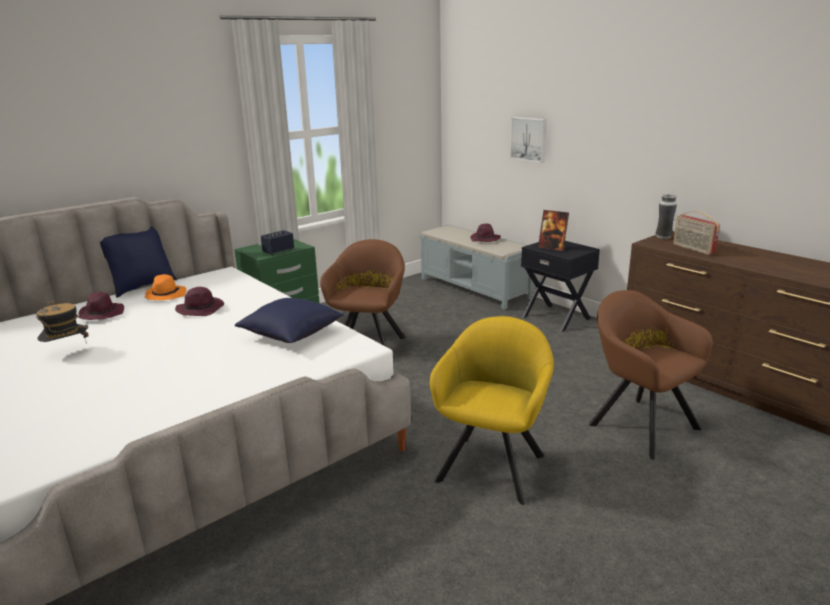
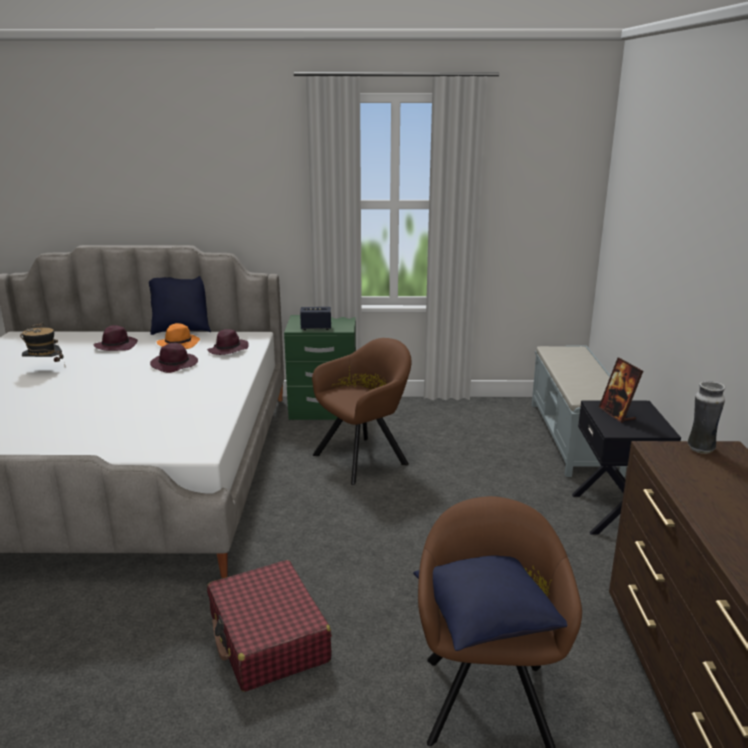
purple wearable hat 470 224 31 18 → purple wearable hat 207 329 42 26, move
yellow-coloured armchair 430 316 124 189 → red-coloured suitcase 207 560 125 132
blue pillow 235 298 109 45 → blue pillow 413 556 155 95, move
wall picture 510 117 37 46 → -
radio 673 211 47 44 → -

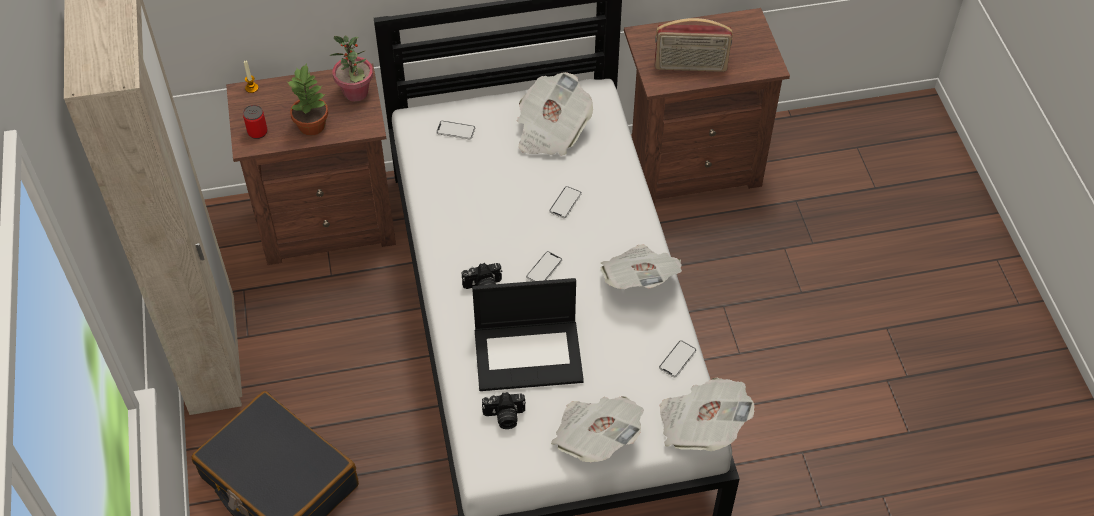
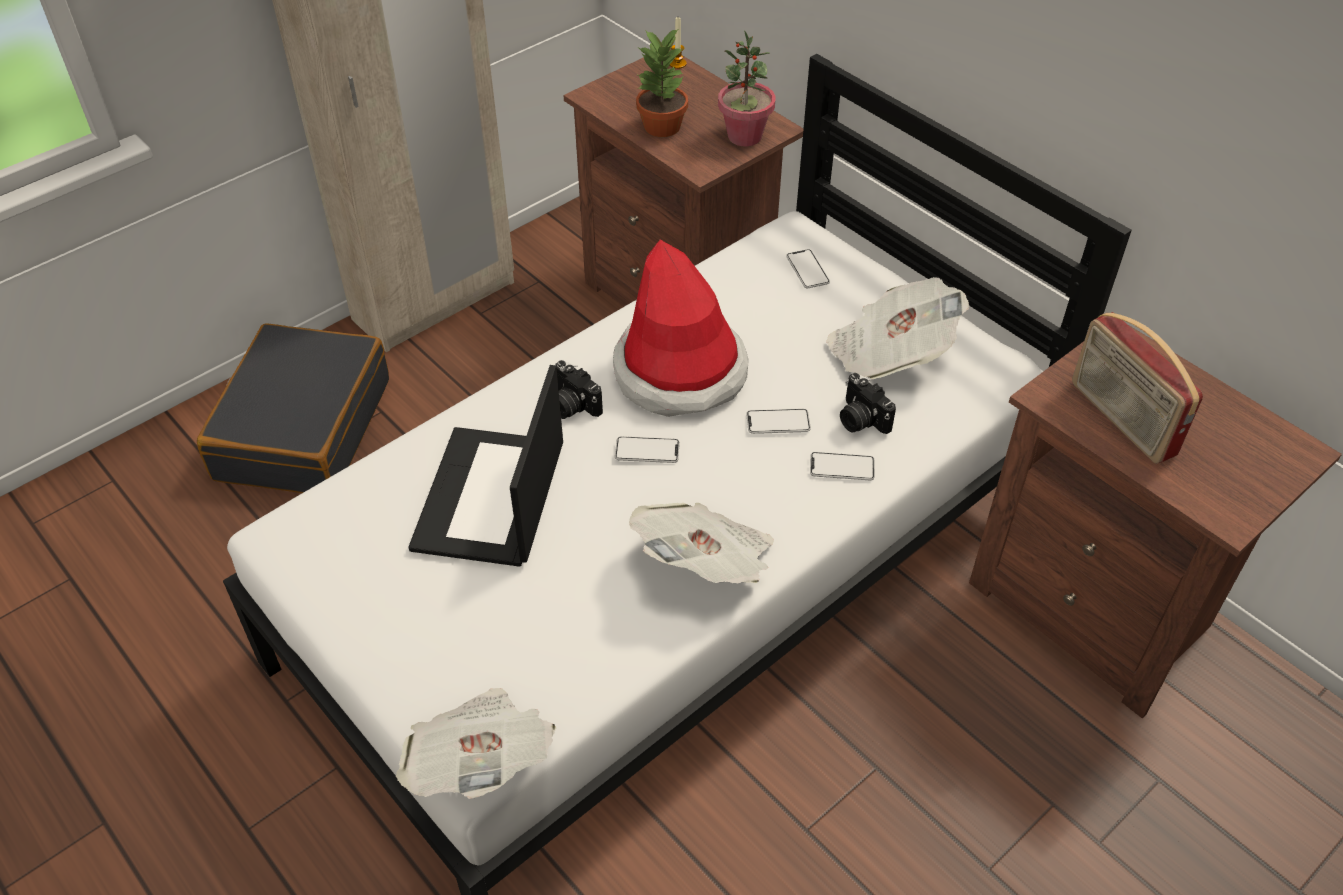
portable computer 472 278 112 113 → portable computer 409 365 154 202, 45 degrees clockwise
- → wearable hat 613 240 135 177
handset 659 340 37 37 → handset 810 452 65 28, move
photo camera 482 392 44 37 → photo camera 840 373 56 61, move
metal can 243 105 24 34 → -
newspaper 551 396 93 66 → -

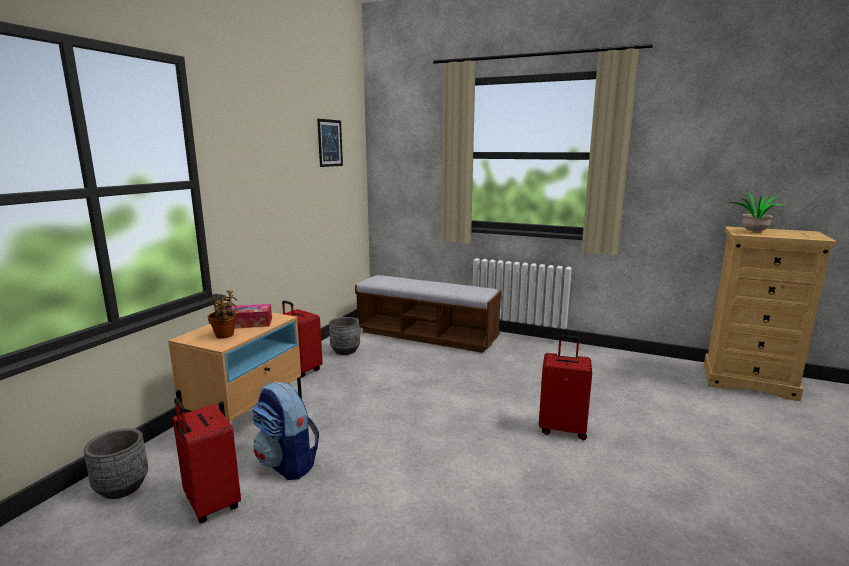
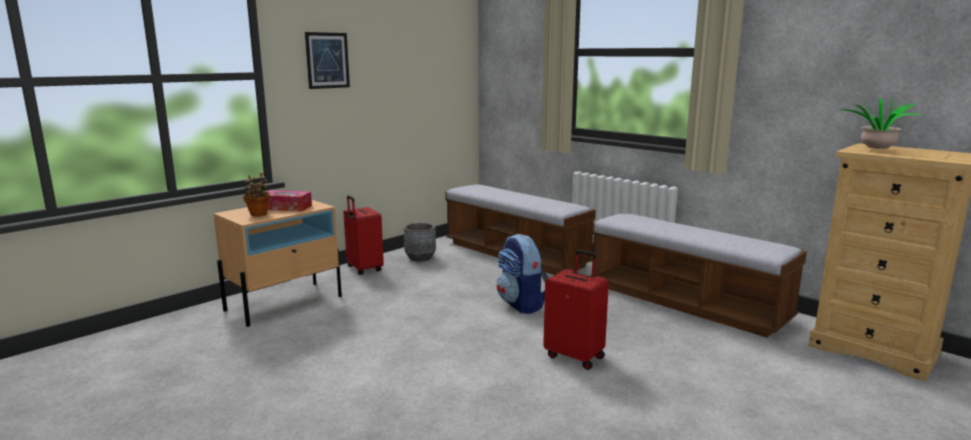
wall picture 317 119 26 48 → wall picture 305 32 45 57, move
rucksack 252 382 67 98 → rucksack 497 234 51 80, move
- → long seat 590 213 217 125
gray planter 83 428 65 71 → -
red-coloured suitcase 172 397 69 126 → -

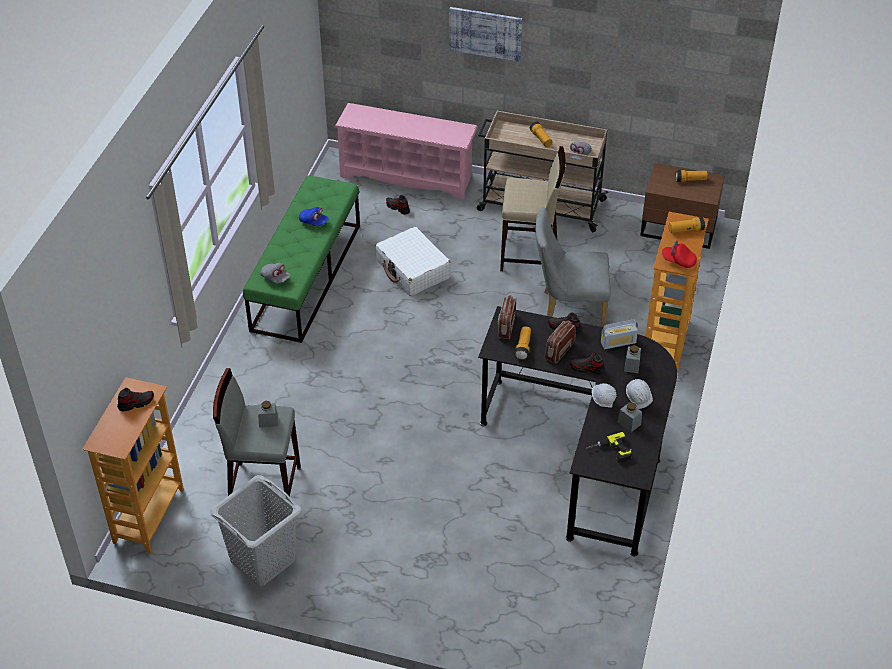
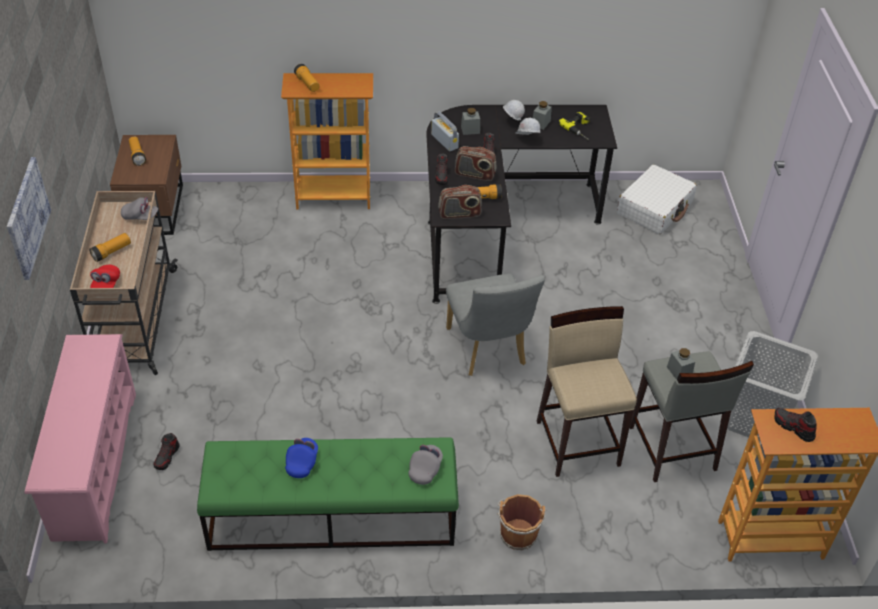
red-coloured baseball cap 662 241 35 27 → red-coloured baseball cap 90 265 30 23, move
gray chair 535 207 76 120 → gray chair 446 273 99 103, move
- → brown-coloured pail 498 494 49 56
beige-coloured stool 500 146 66 125 → beige-coloured stool 537 306 100 171, move
white suitcase 375 227 76 69 → white suitcase 617 164 80 70, move

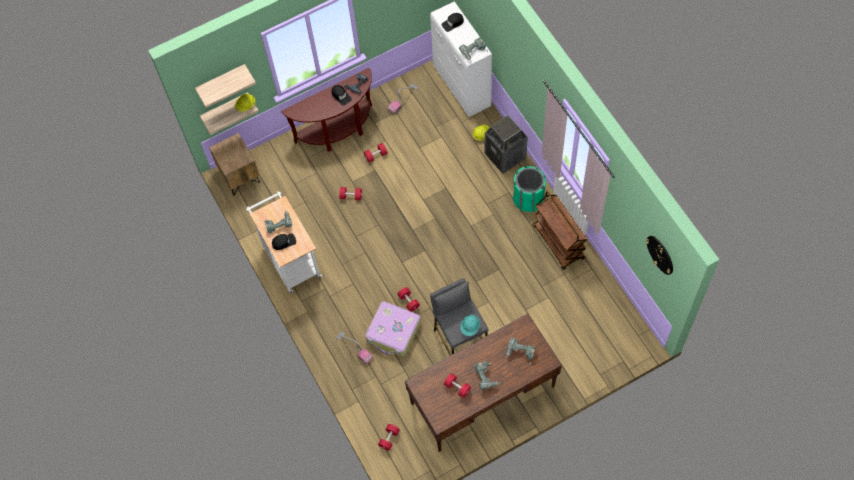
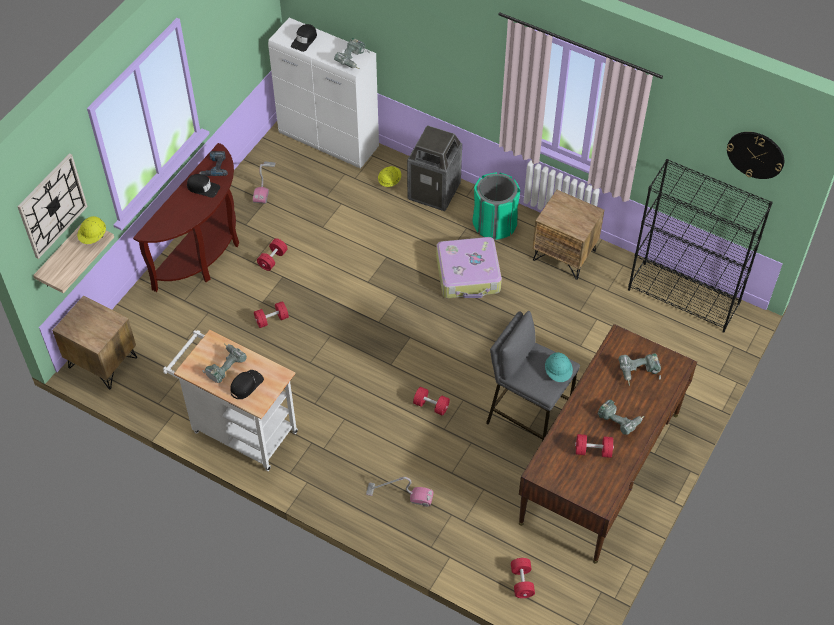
wall shelf 195 64 61 44 → hanging clock 17 153 71 106
suitcase 365 301 56 56 → suitcase 436 237 66 61, move
brown-coloured trolley 532 191 56 79 → brown-coloured bedside table 532 190 72 90
- → black shelving unit 628 159 145 174

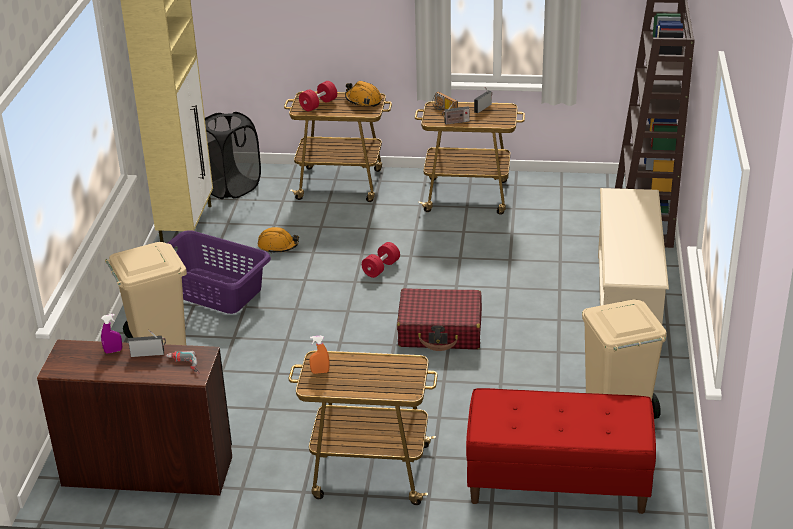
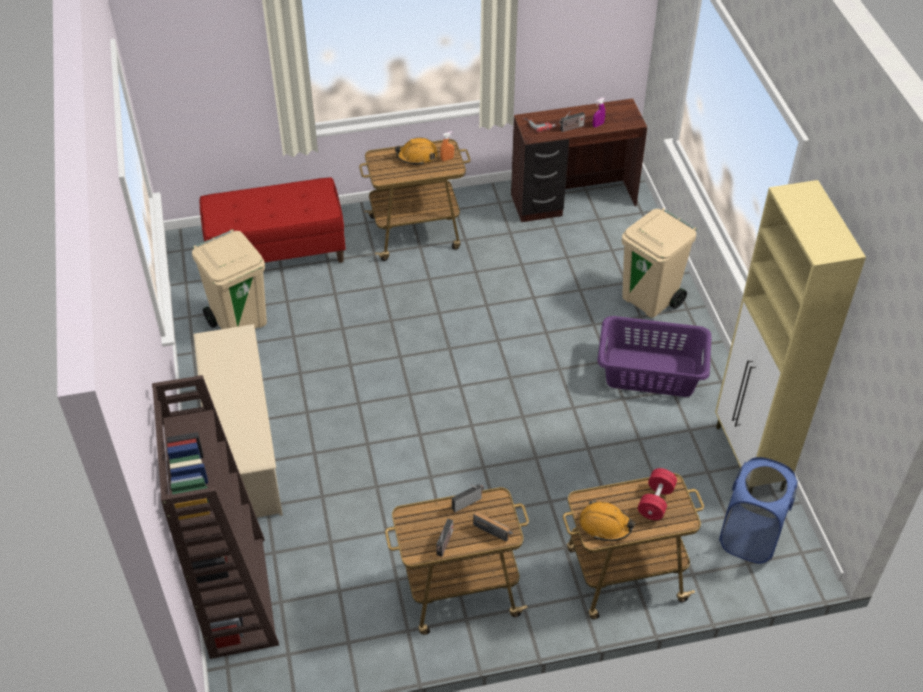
orange-coloured safety helmet 258 227 41 27 → orange-coloured safety helmet 395 138 43 27, move
black hamper 205 112 56 87 → blue hamper 719 457 79 107
red-coloured hand weight 361 242 39 36 → -
red-coloured suitcase 397 288 85 63 → -

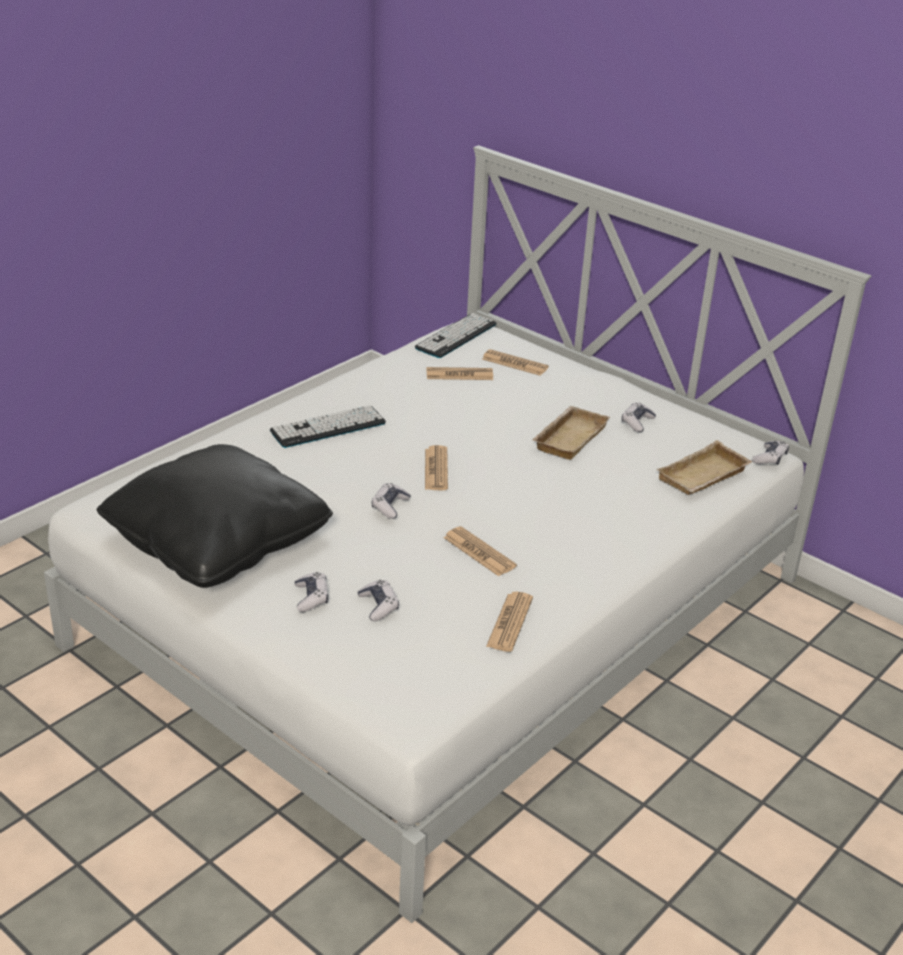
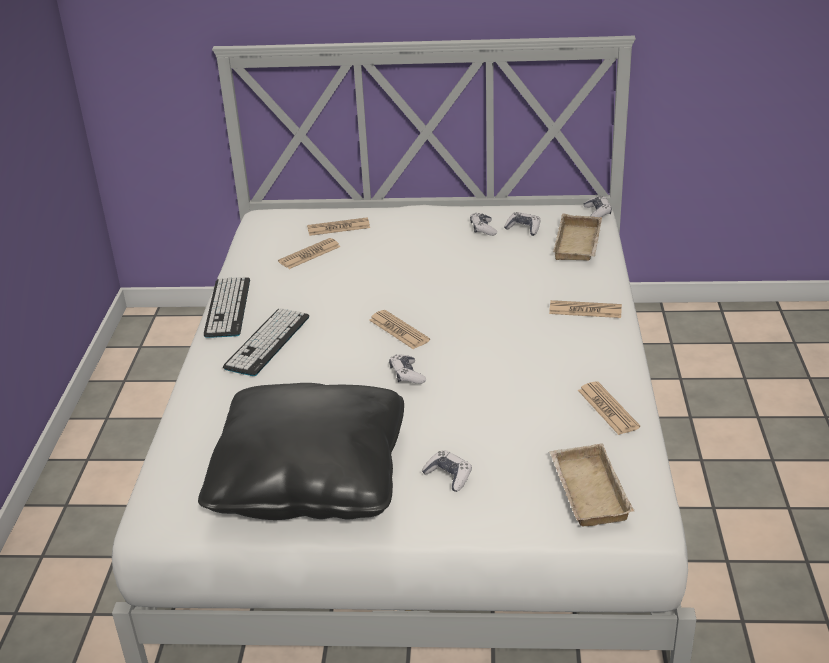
keyboard 415 313 82 45 → keyboard 204 277 46 61, move
game controller 357 580 42 41 → game controller 504 212 36 24, move
newspaper 444 526 73 50 → newspaper 549 300 73 18, move
beige-coloured carrying tray 532 406 78 54 → beige-coloured carrying tray 550 443 84 83, move

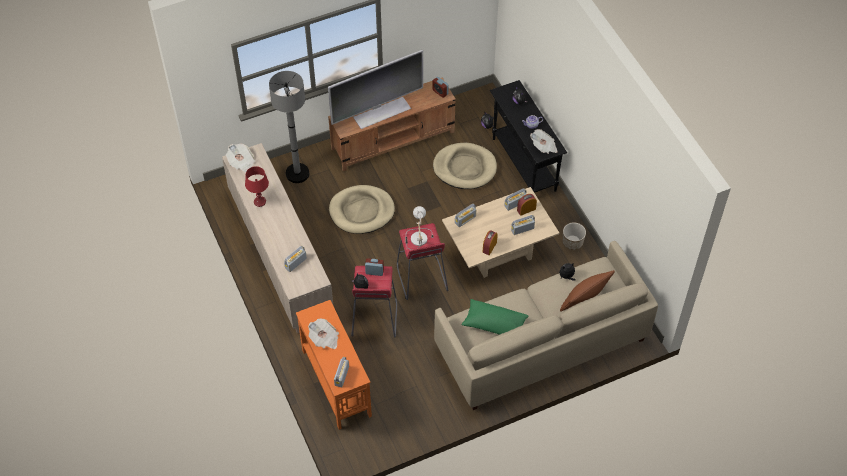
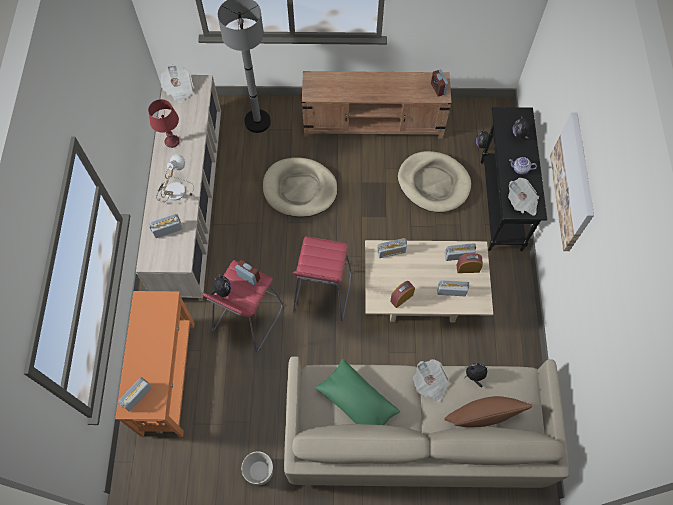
tabletop lamp 405 206 29 44 → tabletop lamp 156 154 38 48, move
planter 563 223 23 27 → planter 241 451 32 34, move
newspaper 308 319 31 30 → newspaper 413 359 37 44, move
- → wall picture 550 112 44 139
TV 328 50 95 79 → -

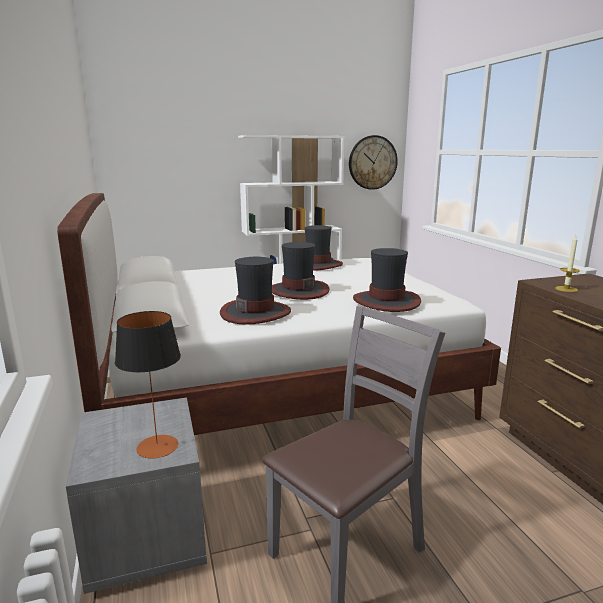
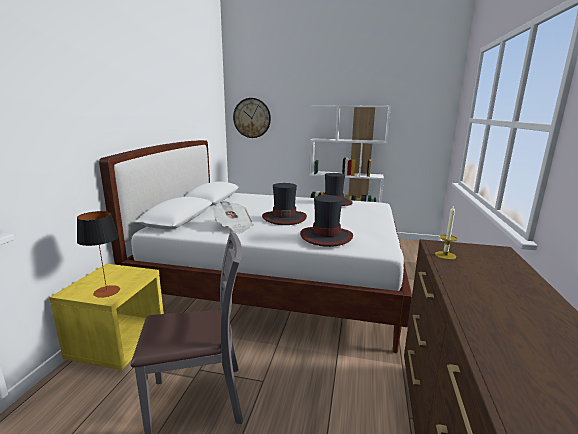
gray bedside table 66 398 141 196 → yellow-coloured bedside table 49 264 115 106
wearable hat 220 257 71 68 → newspaper 213 201 41 33
hanging clock 349 135 49 55 → hanging clock 233 98 38 40, move

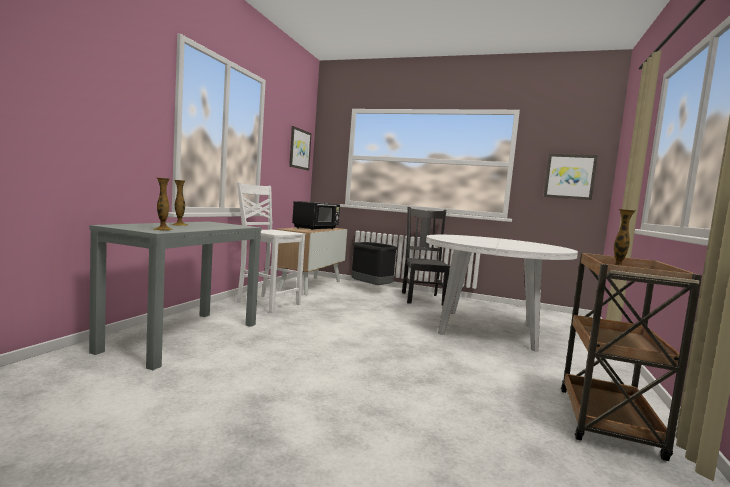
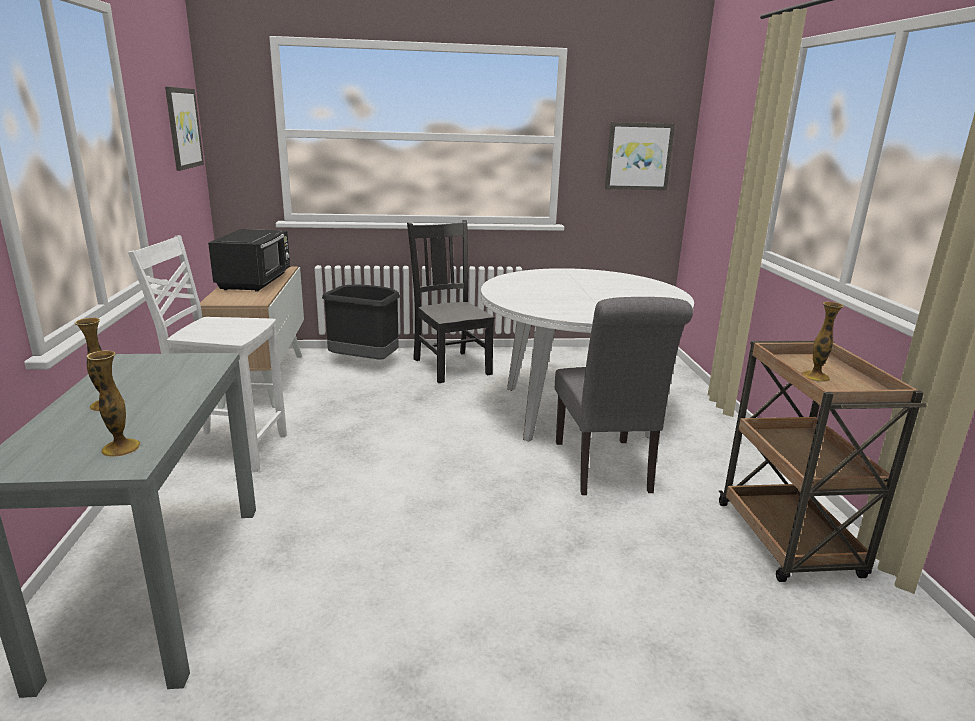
- → gray chair 555 297 138 198

